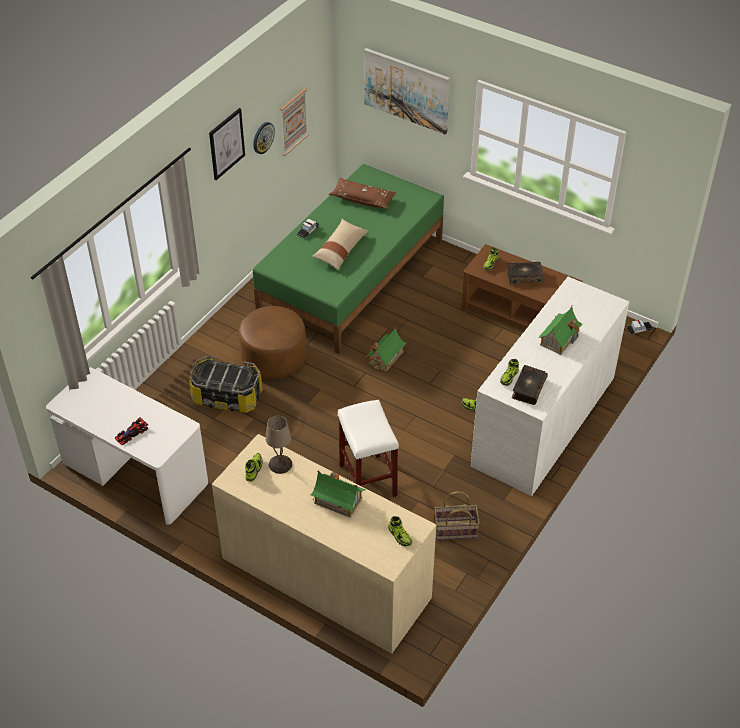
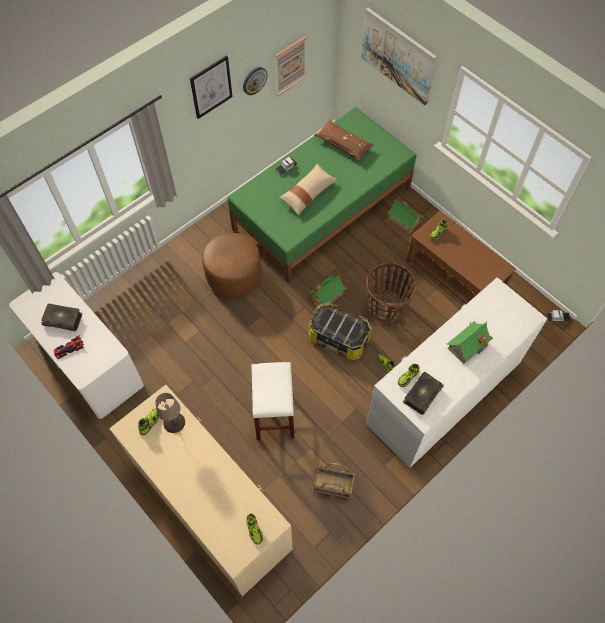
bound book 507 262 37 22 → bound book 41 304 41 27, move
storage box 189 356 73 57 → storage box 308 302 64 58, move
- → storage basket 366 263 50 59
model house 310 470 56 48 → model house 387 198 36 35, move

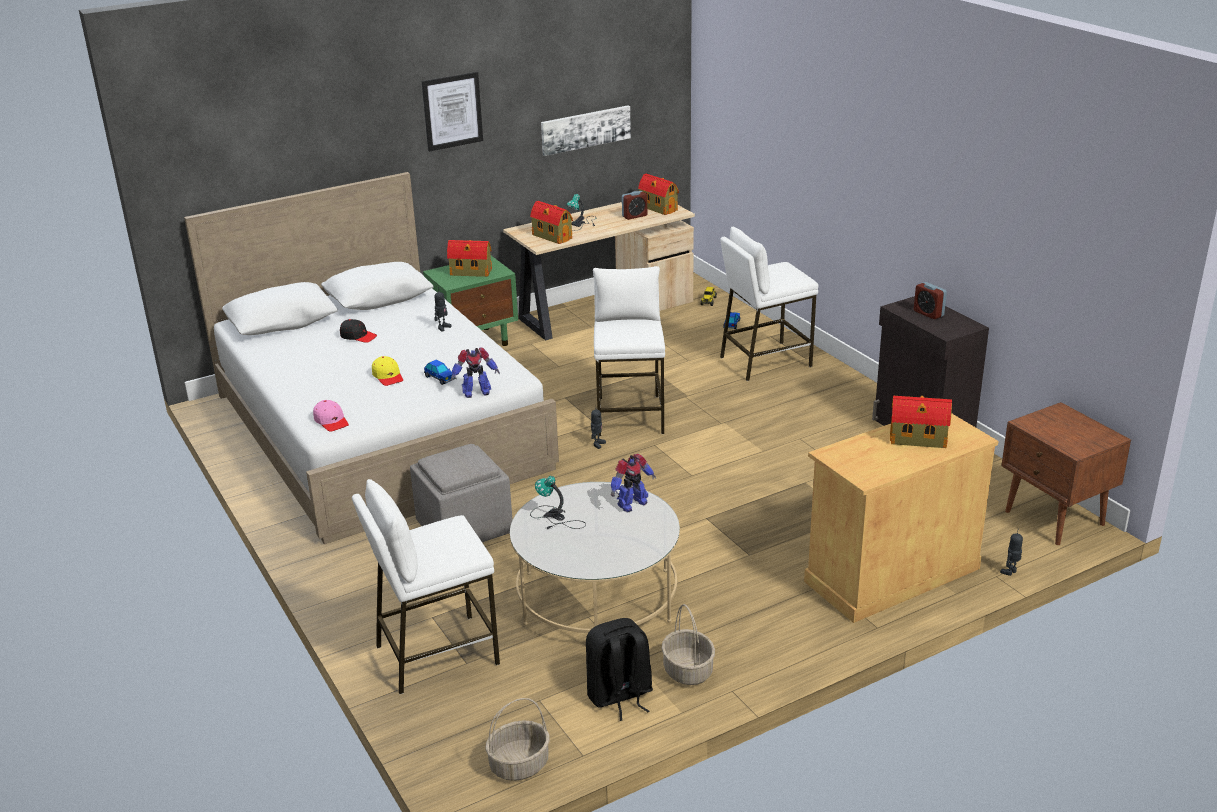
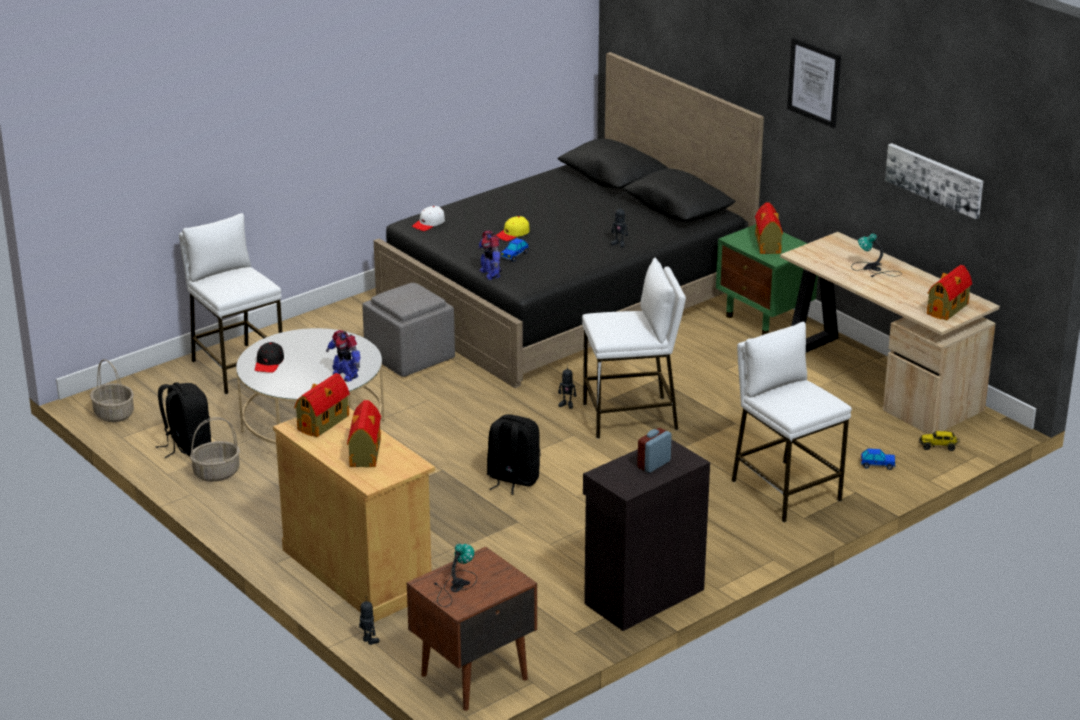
black baseball cap 340 319 37 24 → black baseball cap 255 342 29 31, move
model house 530 201 43 43 → model house 294 373 56 64, move
white sleeping bed 184 172 375 372 → black sleeping bed 374 52 390 336
pinkish baseball cap 313 400 36 32 → white baseball cap 412 206 33 25
tabletop lamp 530 476 56 53 → tabletop lamp 434 544 43 63, move
- → black rucksack 487 414 53 81
bedside clock 622 191 25 29 → -

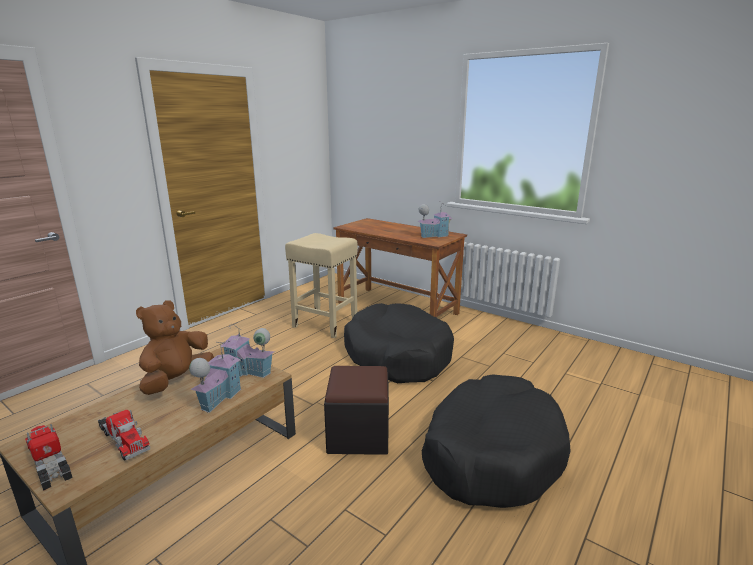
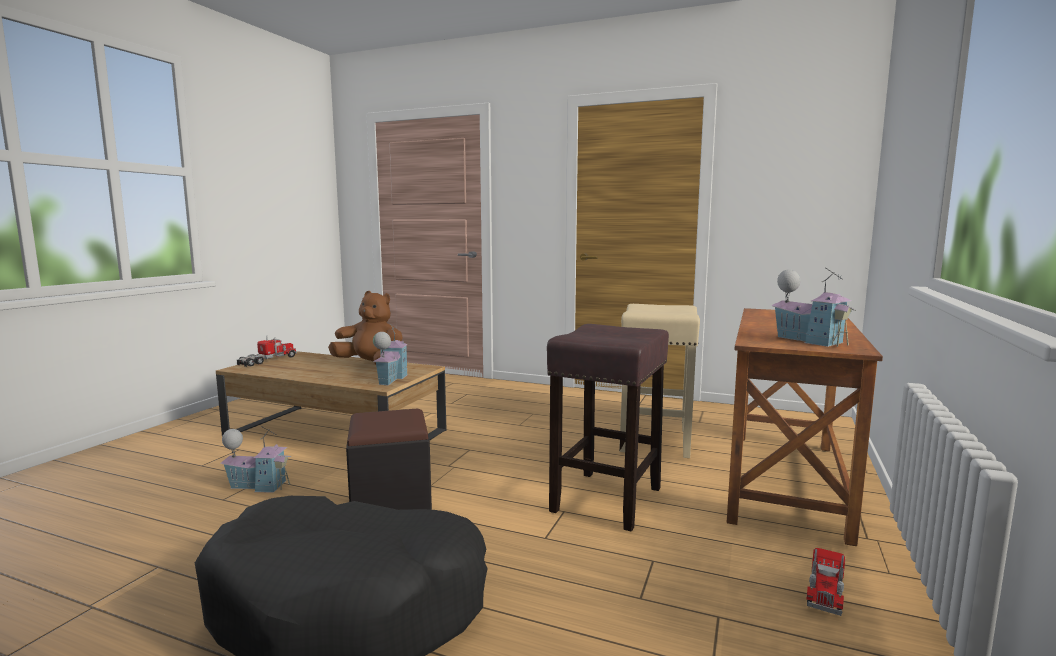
model house 189 341 52 72 → model house 220 426 71 67, move
black pet bed 344 303 110 80 → brown-coloured stool 547 324 122 208
model truck 98 410 52 51 → model truck 806 548 39 68, move

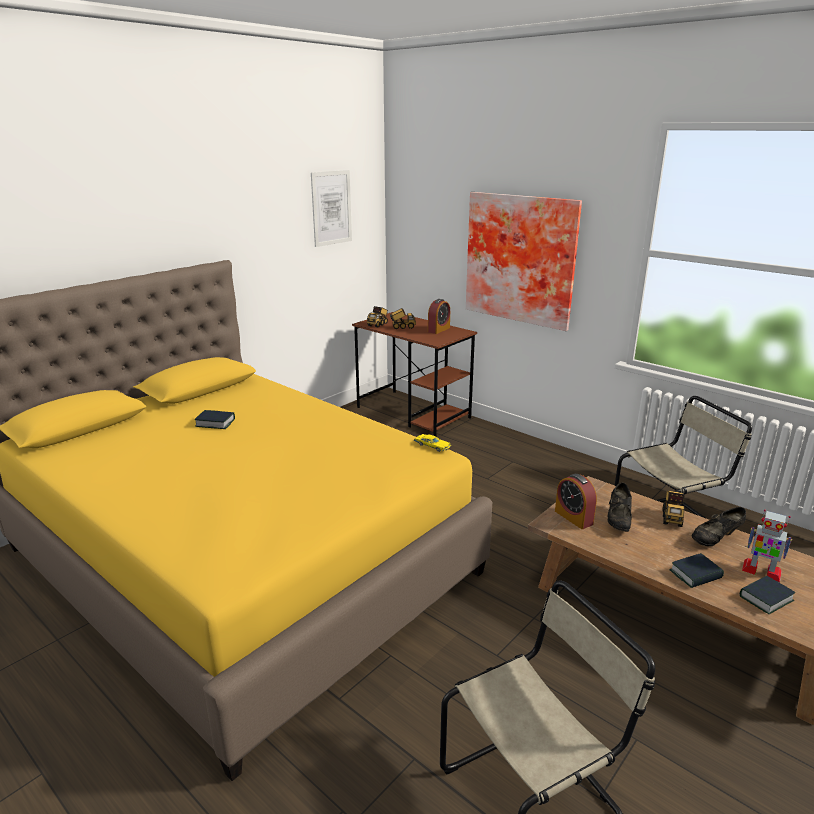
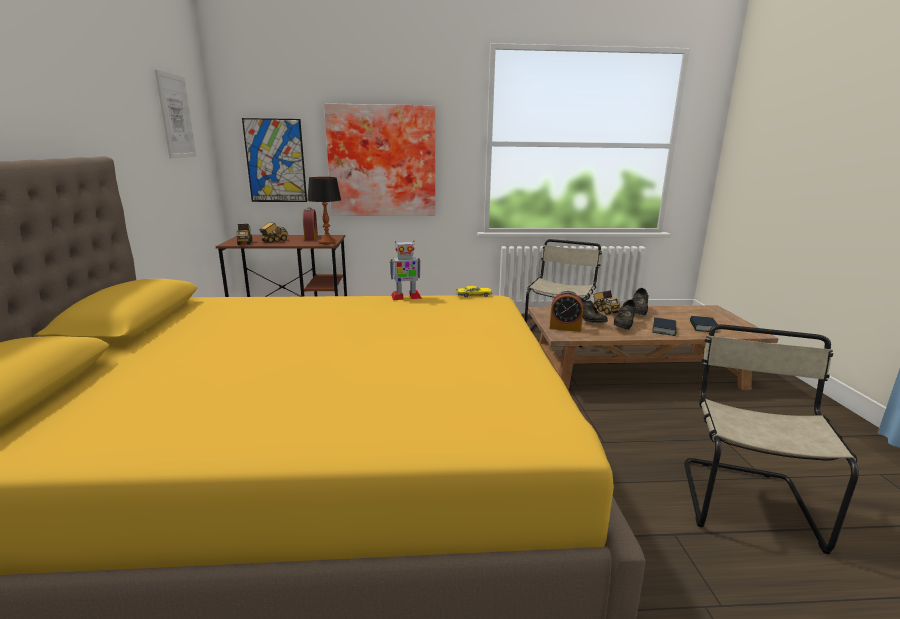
- → wall picture 242 118 65 84
- → tabletop lamp 307 177 34 67
model robot 742 510 50 72 → model robot 390 241 32 59, move
- → black low shoe 614 299 22 31
bound book 194 410 41 19 → -

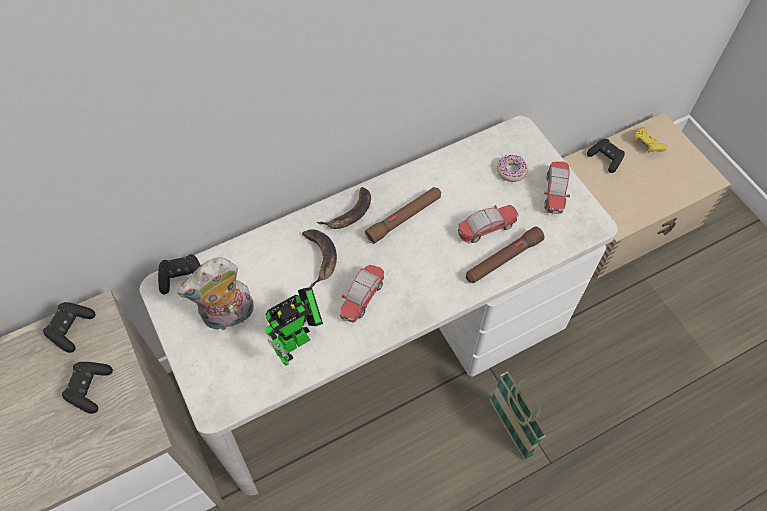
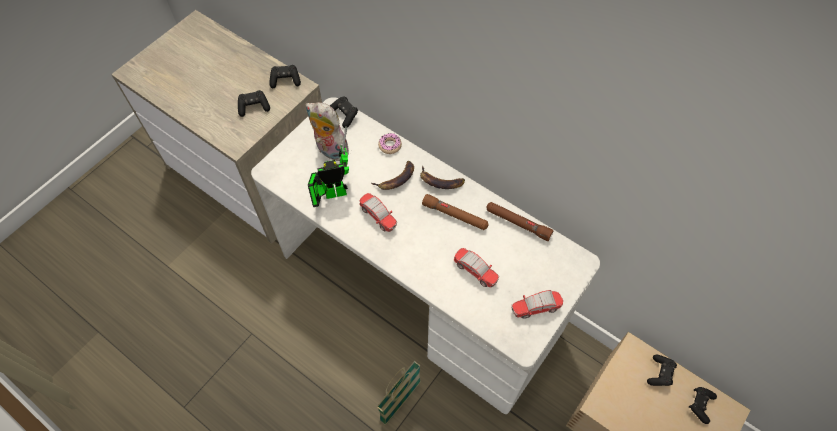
model robot 265 287 58 79 → model robot 308 126 41 81, 135 degrees clockwise
model car 340 265 44 57 → model car 359 193 38 39, 135 degrees counterclockwise
doughnut 497 154 31 28 → doughnut 378 133 24 21, move
brown-coloured torch 466 226 79 57 → brown-coloured torch 486 202 67 39, move
yellow-coloured game controller 633 127 34 26 → black game controller 689 387 28 37

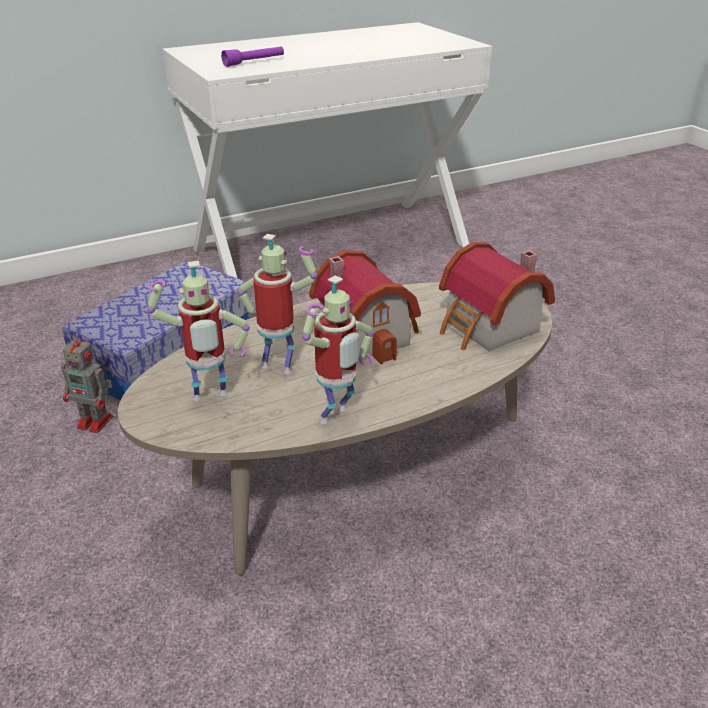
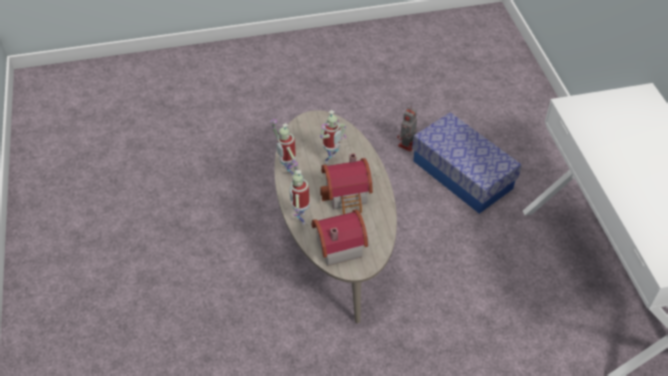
model robot 147 261 103 140 → model robot 290 162 19 63, move
purple torch 221 46 63 21 → -

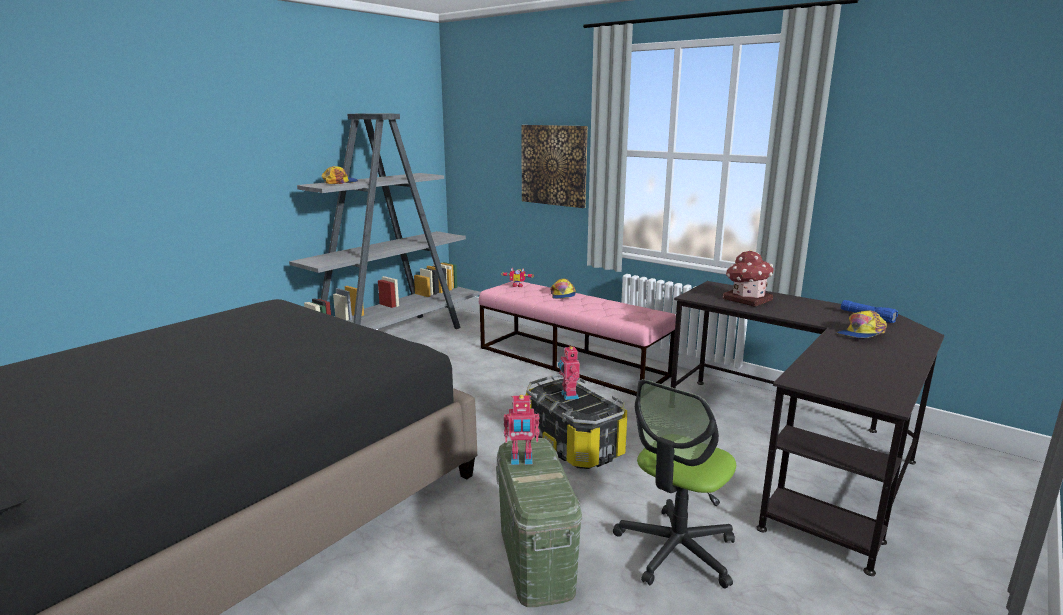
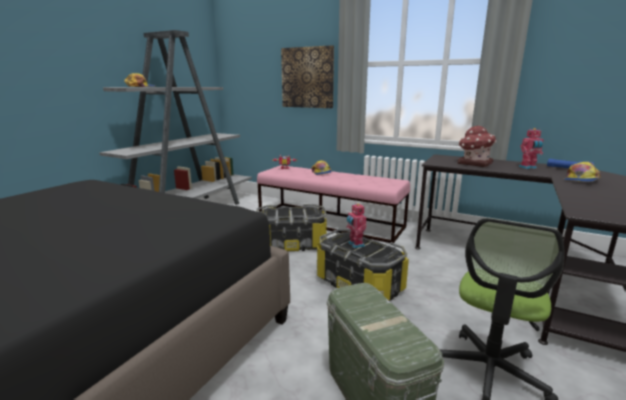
- → storage box 256 204 71 47
model robot 504 395 35 70 → model robot 519 128 25 41, move

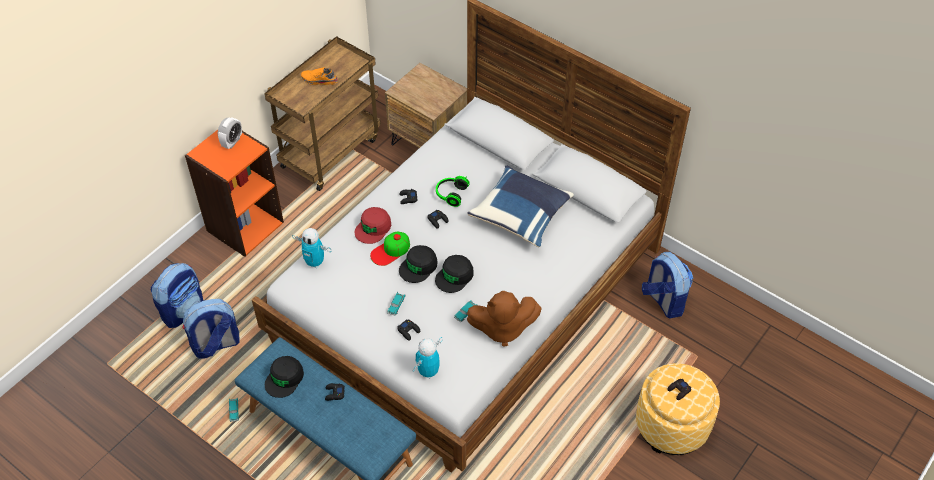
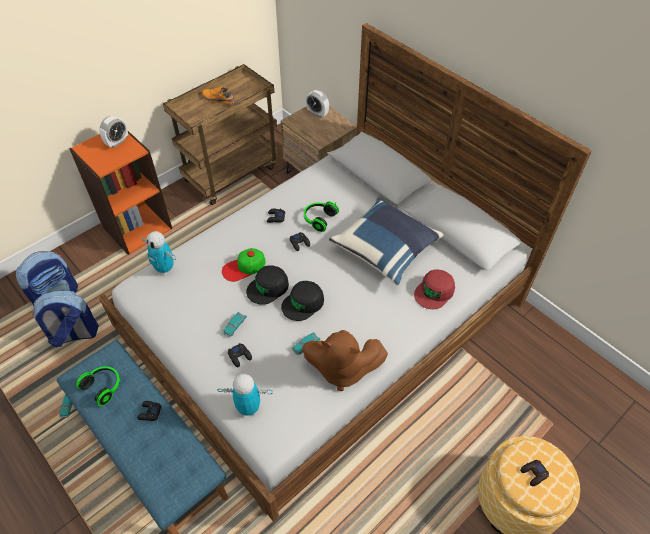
black baseball cap 265 356 39 42 → headset 76 366 44 40
model robot 413 337 29 42 → model robot 217 374 56 42, 45 degrees clockwise
- → bedside clock 306 90 23 27
red-coloured baseball cap 355 207 36 37 → red-coloured baseball cap 414 269 41 40, move
rucksack 642 252 51 66 → -

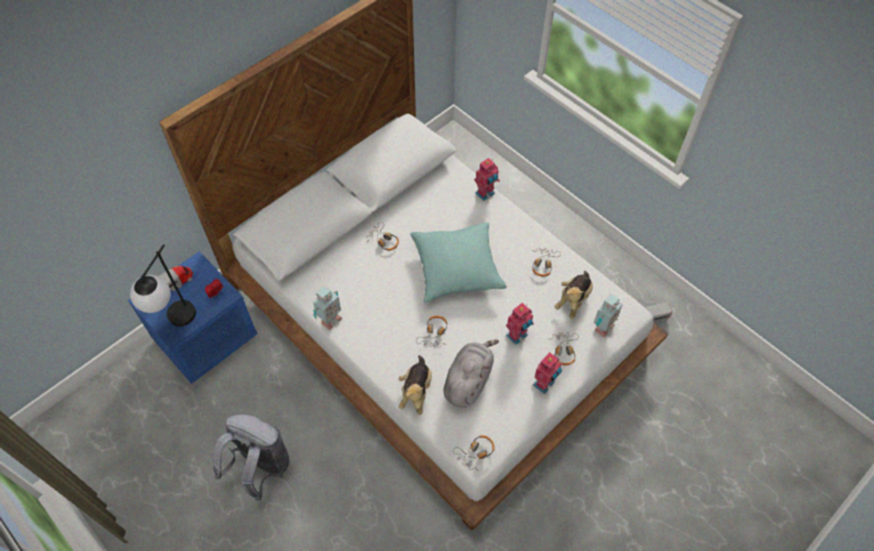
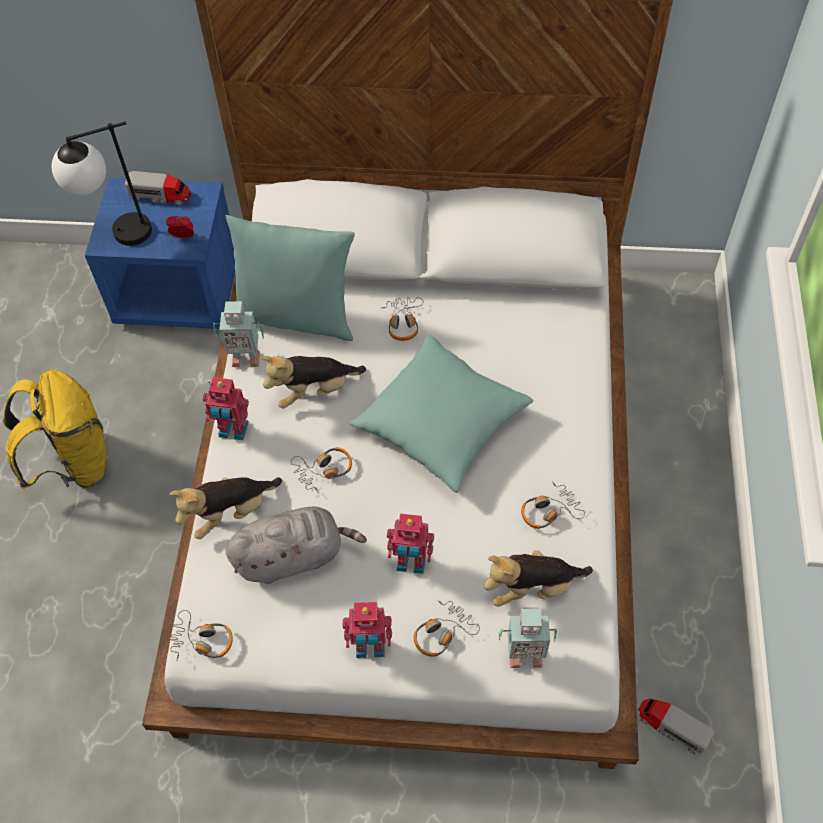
gray rucksack 213 414 76 87 → yellow-coloured rucksack 3 369 105 120
model robot 474 158 26 43 → model robot 203 377 46 63, move
- → turquoise pillow 226 215 129 126
- → plush toy 261 356 105 52

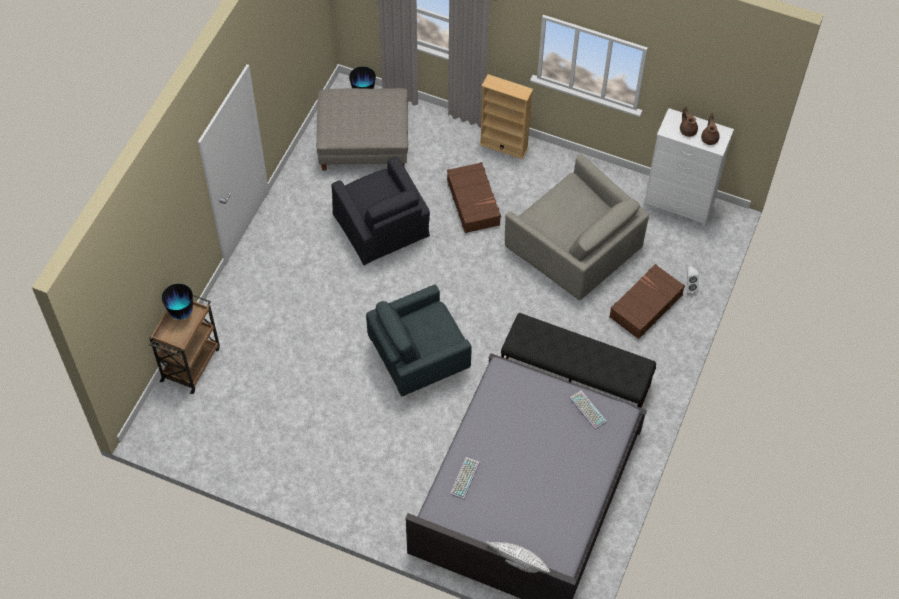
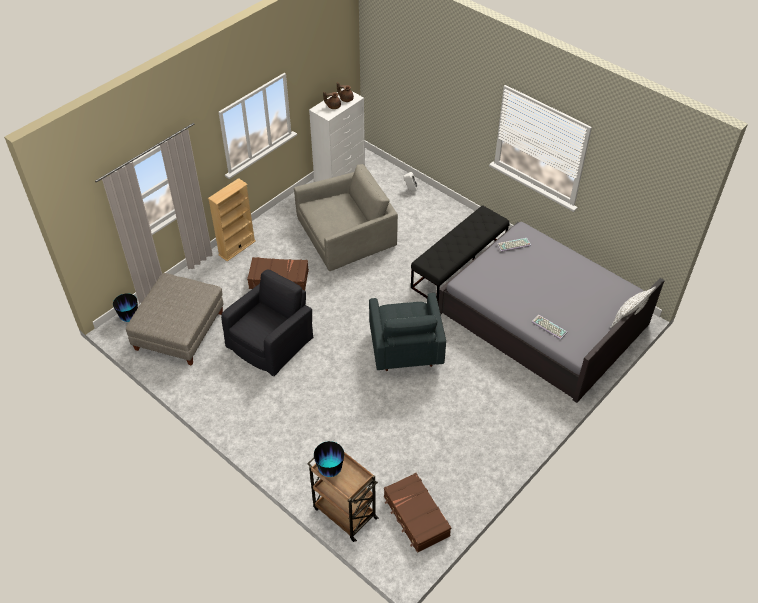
black armchair 332 157 98 108 → black armchair 221 270 92 106, 45 degrees counterclockwise
brown-coloured suitcase 609 264 76 75 → brown-coloured suitcase 384 473 67 80, move

